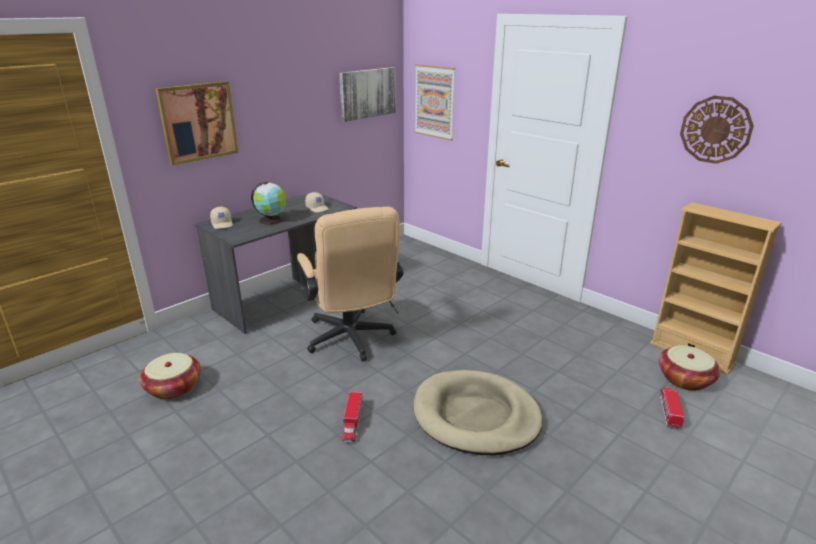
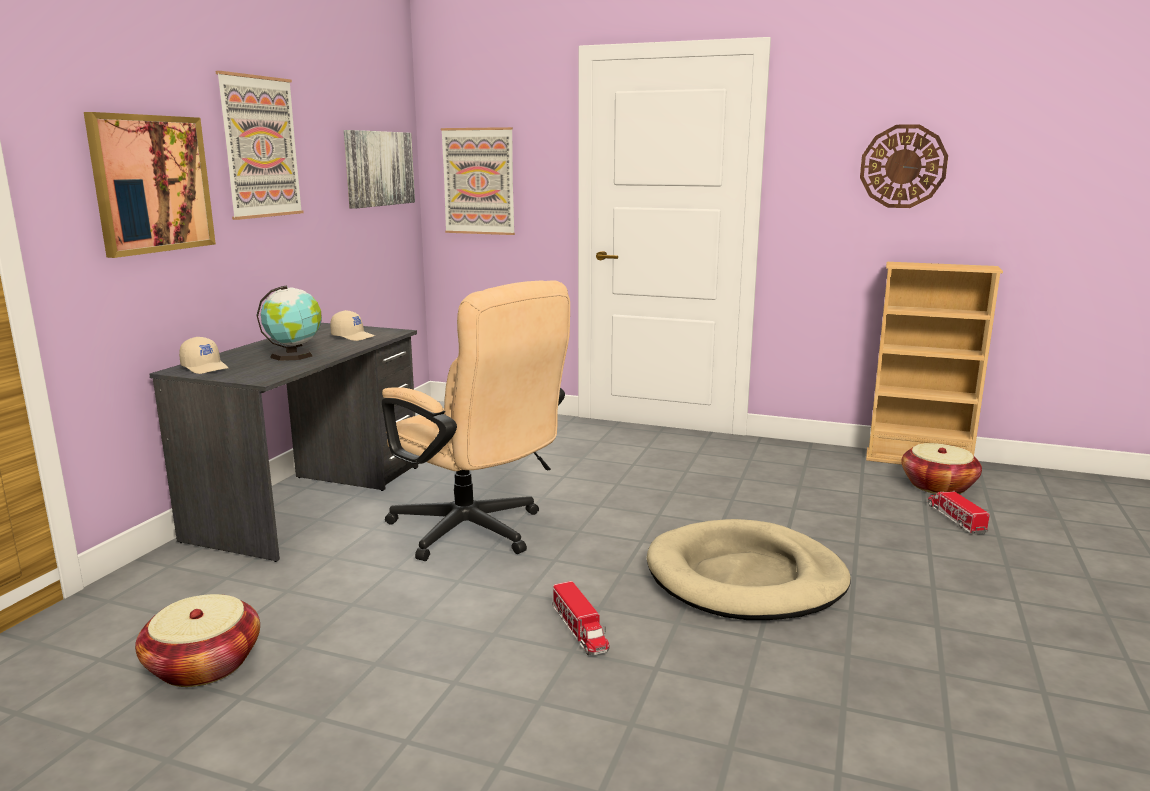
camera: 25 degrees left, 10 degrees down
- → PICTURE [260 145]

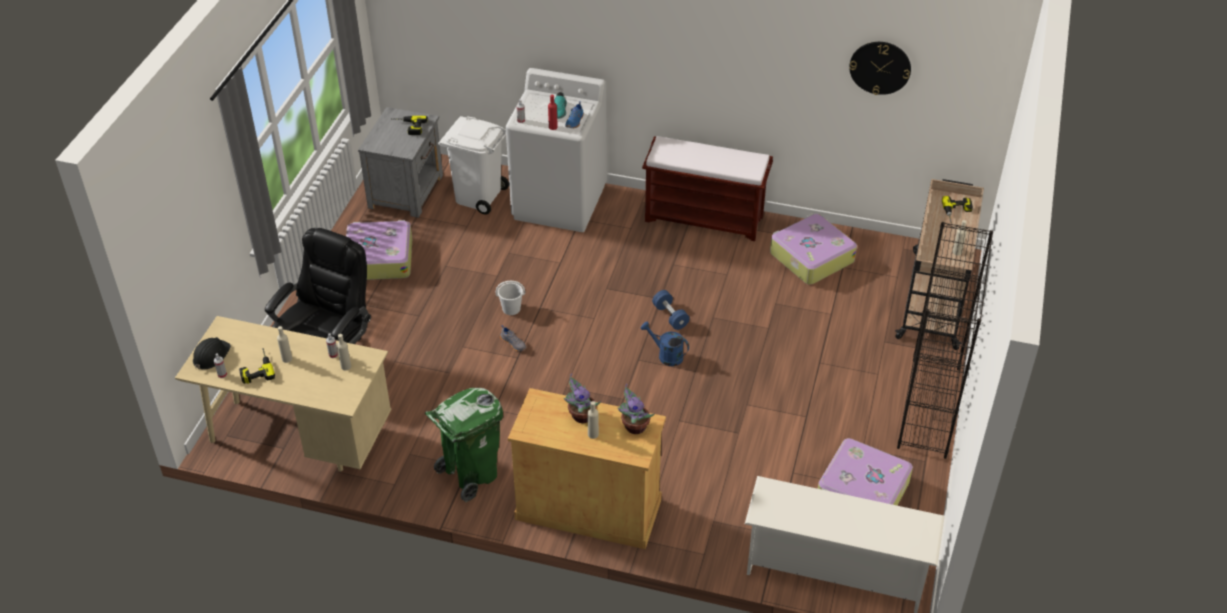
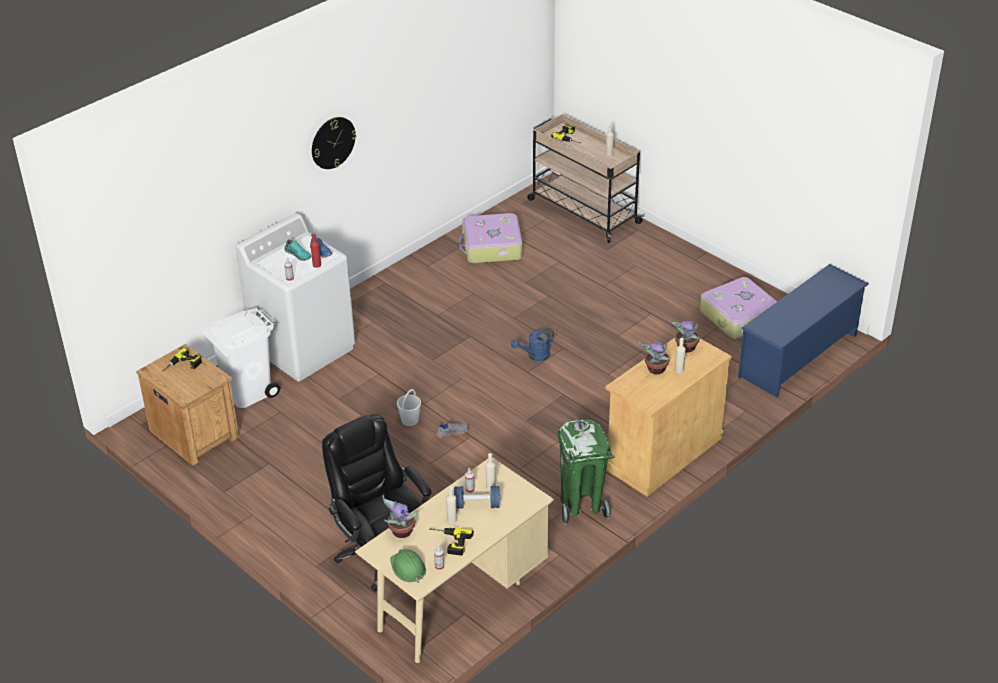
camera: 60 degrees left, 5 degrees down
SUITCASE [379 250] → -
BROWN BENCH [707 188] → -
BLACK BOOKCASE [945 340] → -
- → POTTED PLANT [401 516]
BLUE DUMBBELL [671 310] → BLUE DUMBBELL [477 497], shifted
WALL CLOCK [880 68] → WALL CLOCK [334 143], shifted
BLACK HARD HAT [212 353] → GREEN HARD HAT [408 566]
GREY NIGHTSTAND [400 162] → BROWN NIGHTSTAND [187 405]
WHITE SHOE RACK [845 544] → BLUE SHOE RACK [803 331]

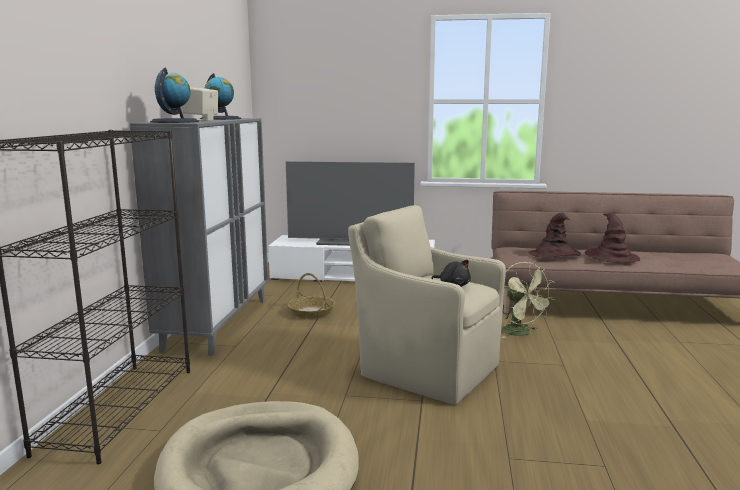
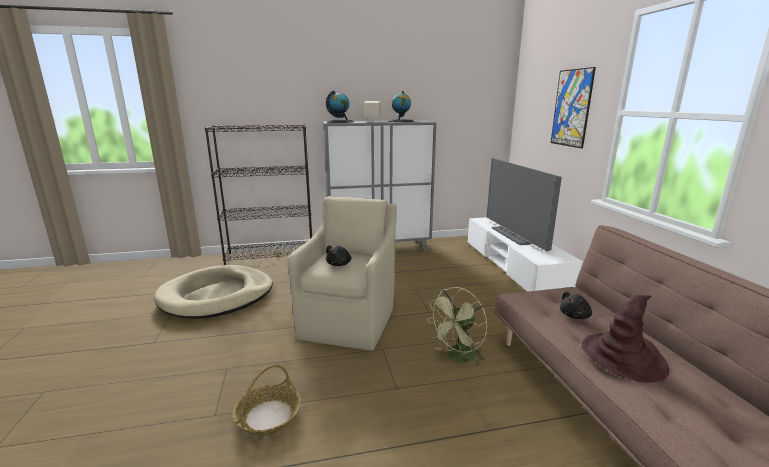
camera: 70 degrees right, 5 degrees up
- → PICTURE [573 107]
BASKET [311 296] → BASKET [267 400], shifted
BROWN HAT [554 235] → BLACK PLUSH TOY [576 305]

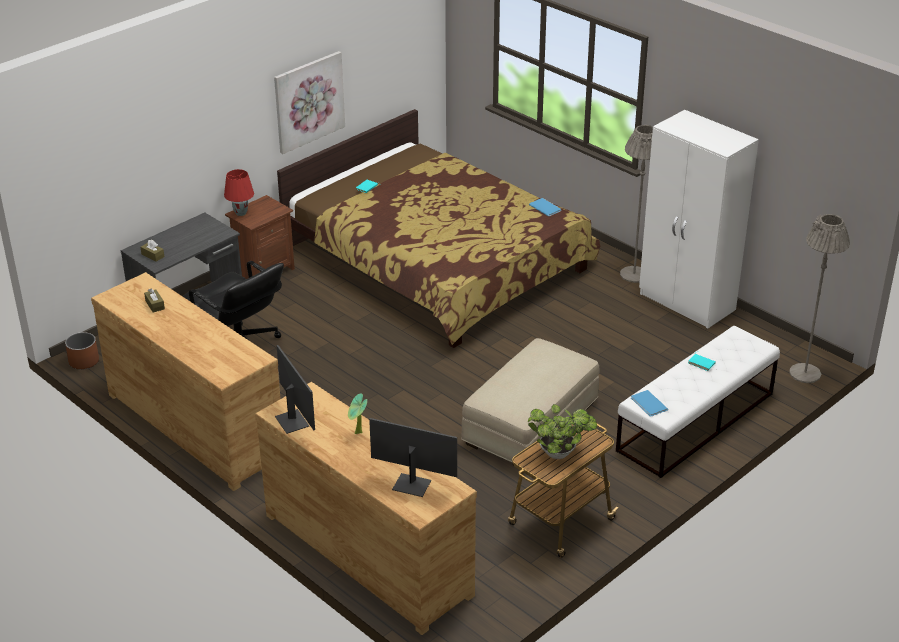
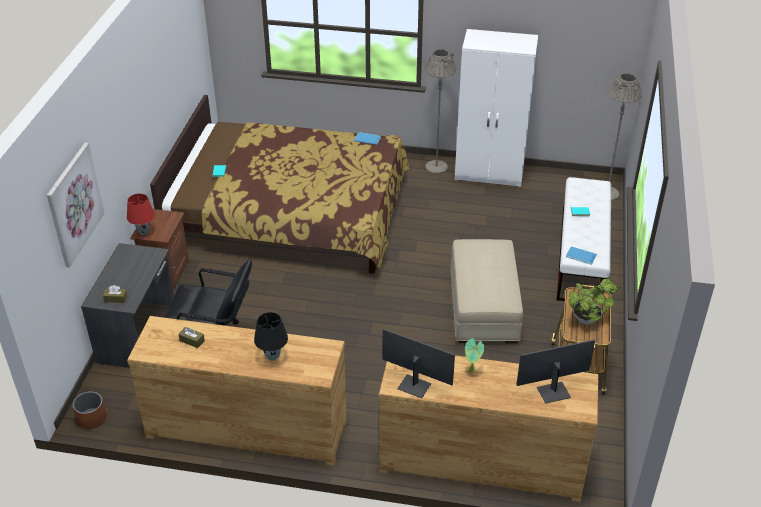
camera: 35 degrees left, 5 degrees up
- → BLACK TABLE LAMP [271 336]
PICTURE [309 102] → PICTURE [75 205], shifted

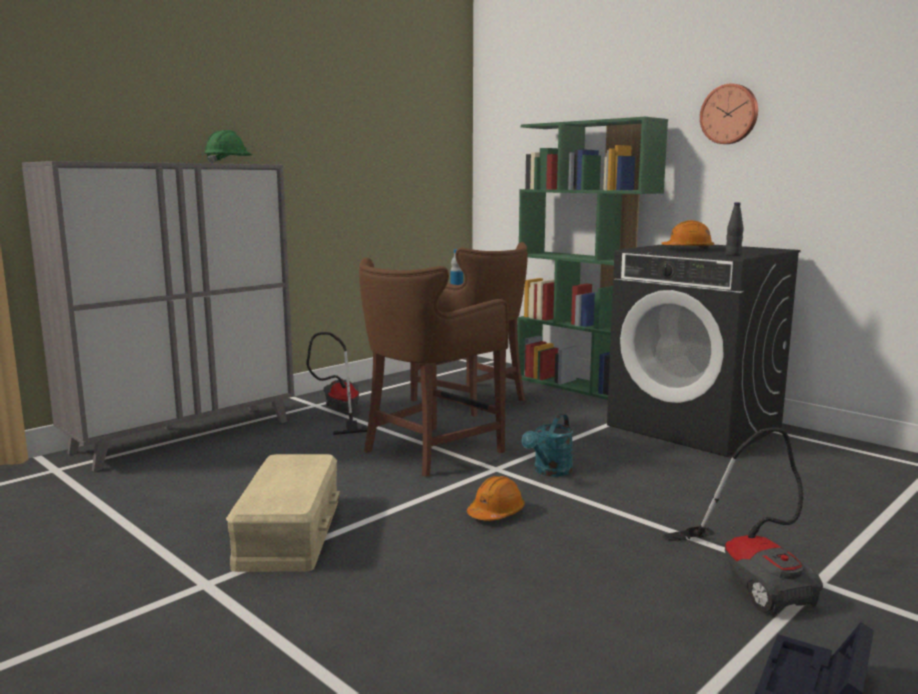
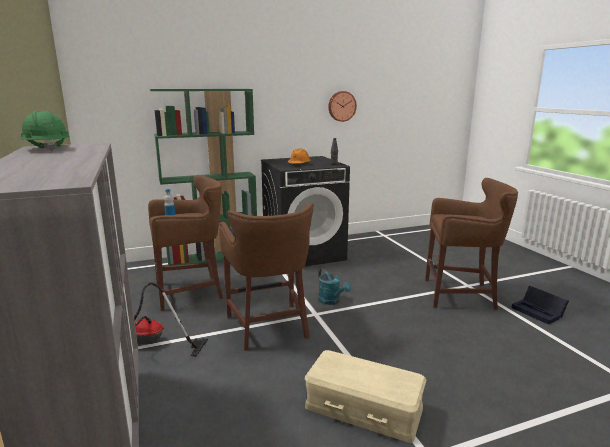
camera: 65 degrees left, 5 degrees up
ORANGE HARD HAT [496 498] → -
WALL CLOCK [729 114] → WALL CLOCK [342 106], shifted
VACUUM CLEANER [742 521] → BROWN STOOL [471 244]

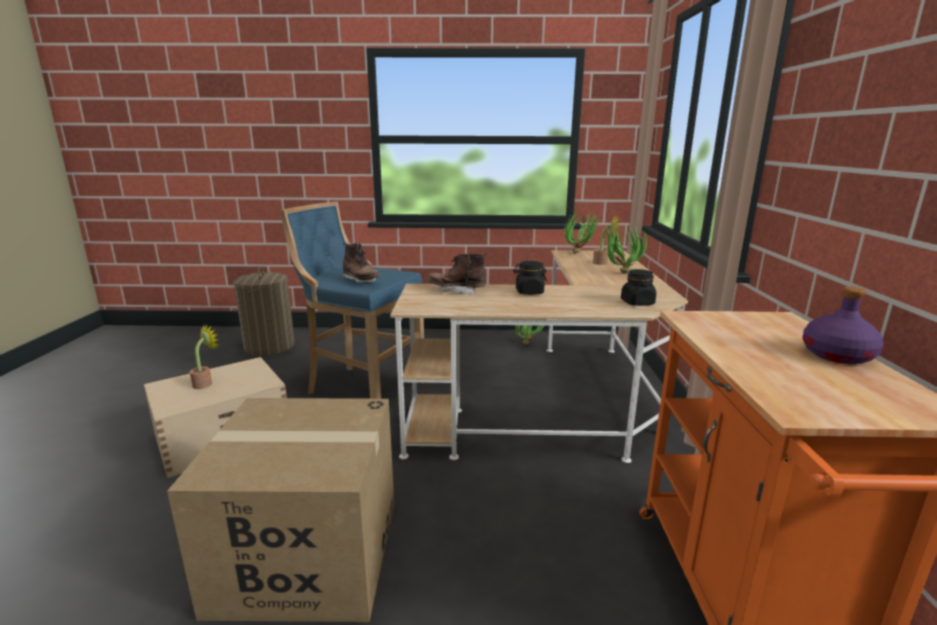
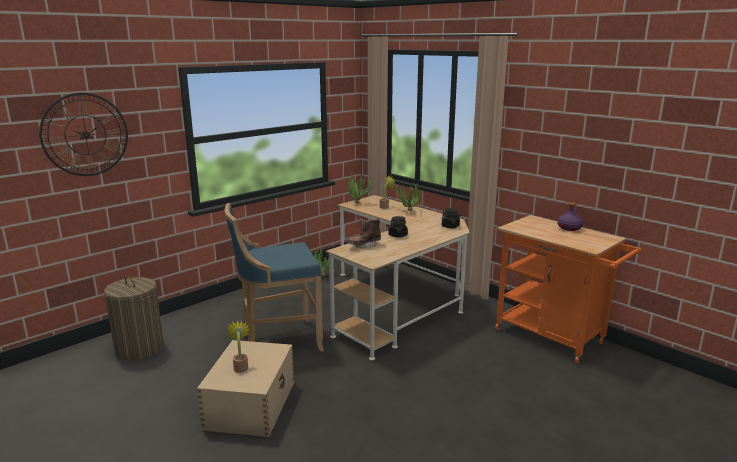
camera: 45 degrees left, 0 degrees up
CARDBOARD BOX [280 510] → -
BROWN BOOT [361 262] → -
- → WALL CLOCK [83 134]

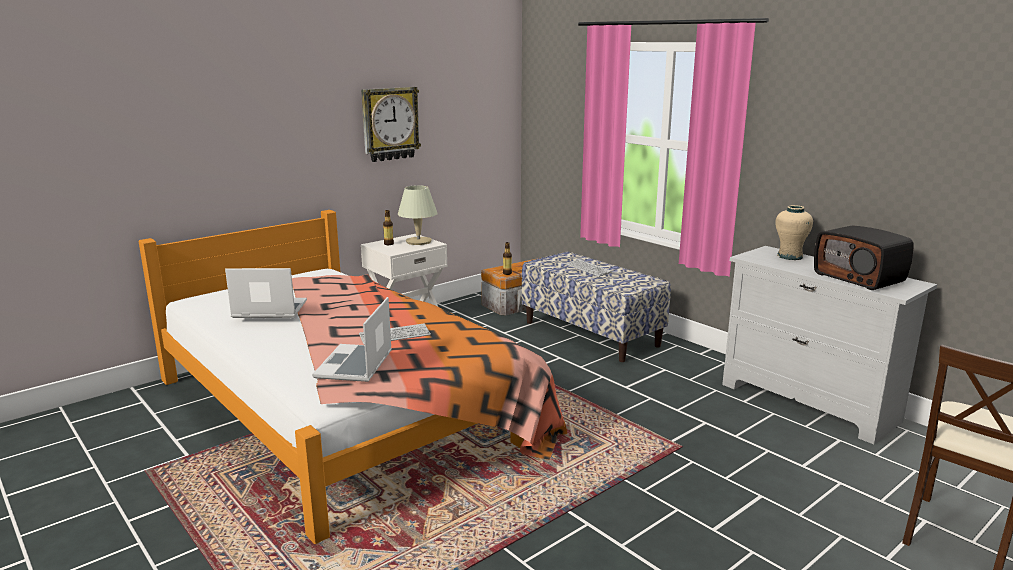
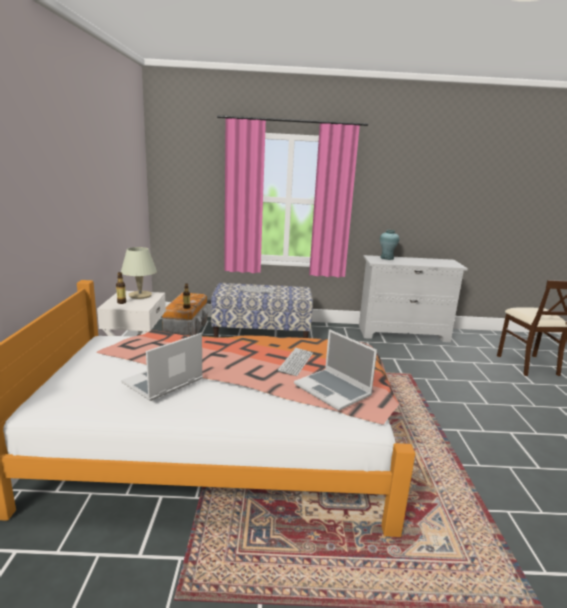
camera: 50 degrees left, 0 degrees up
WALL CLOCK [391 124] → -
RADIO [864 258] → -
BEIGE VASE [794 232] → TURQUOISE VASE [389 245]

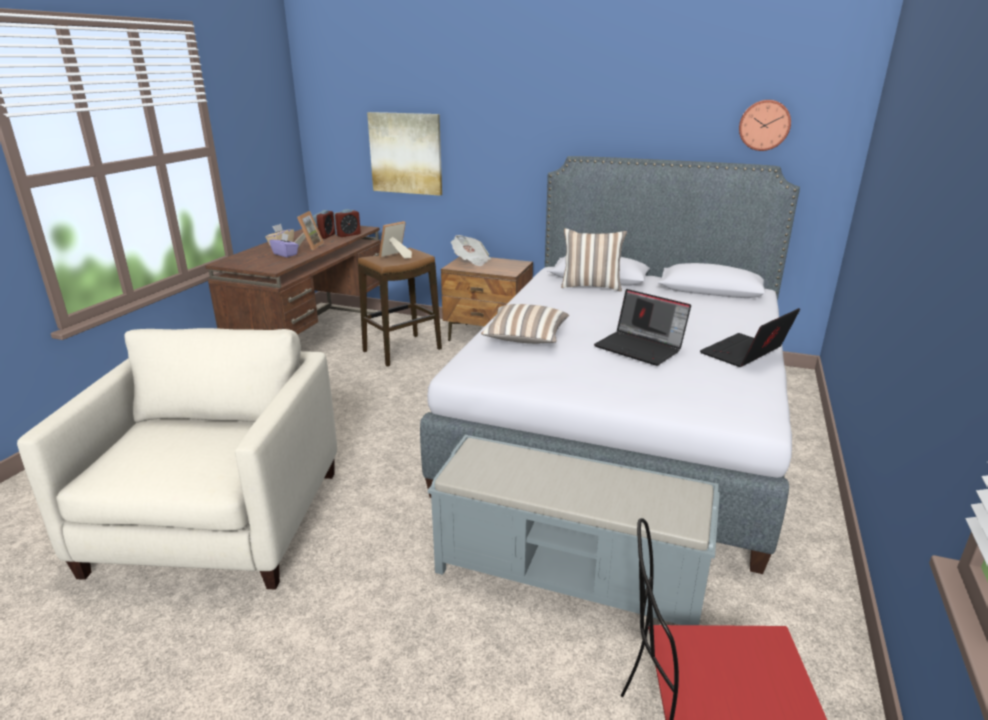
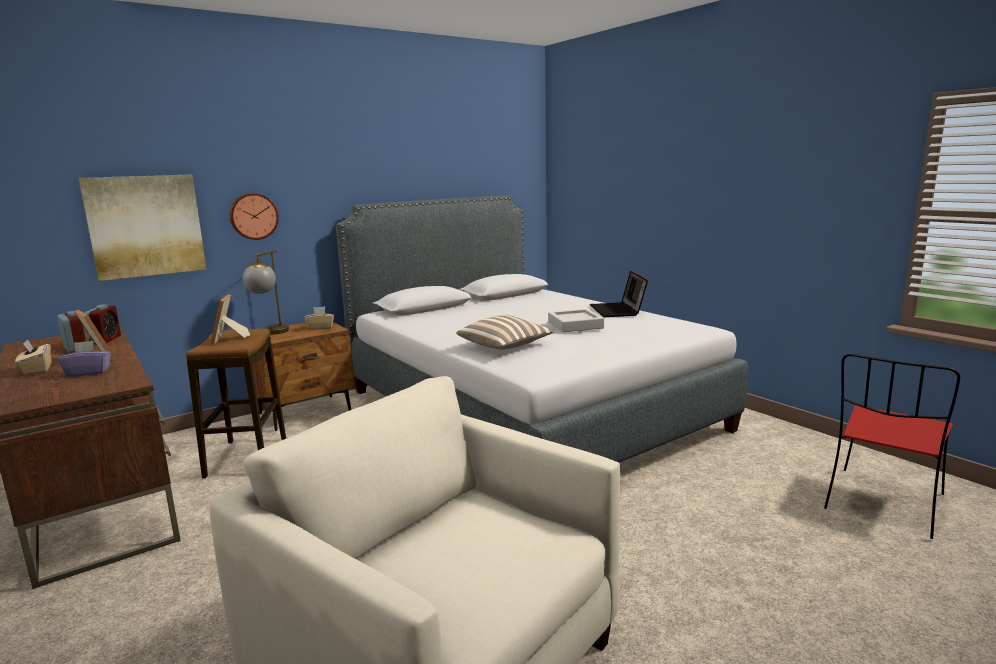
camera: 55 degrees left, 10 degrees down
GREY BENCH [574 530] → -
PILLOW [594 260] → -
- → BEIGE TISSUE BOX [319 318]
WALL CLOCK [765 125] → WALL CLOCK [254 216], shifted
NEWSPAPER [471 250] → TABLE LAMP [266 292]
LAPTOP [642 327] → GREY TRAY [576 320]

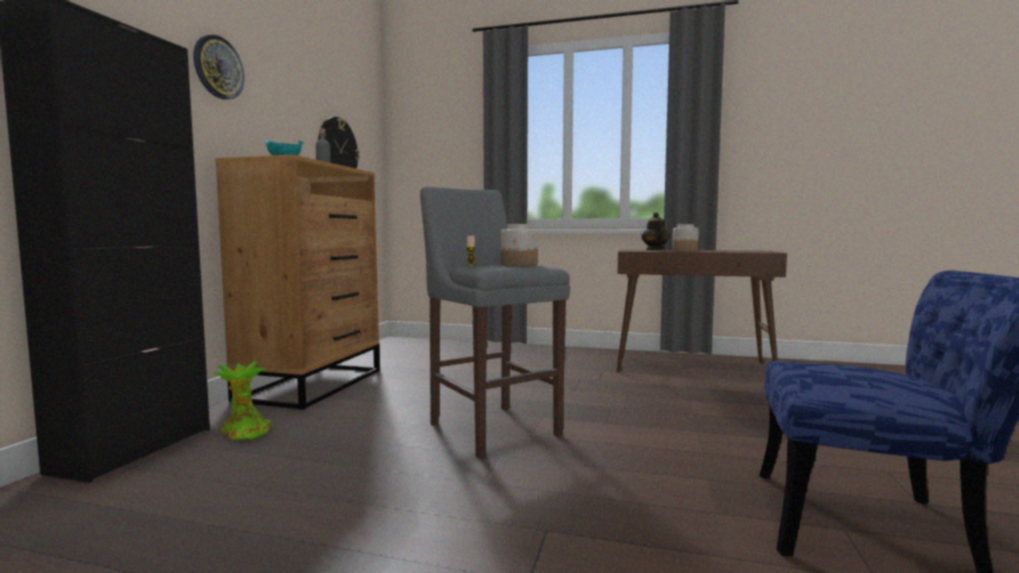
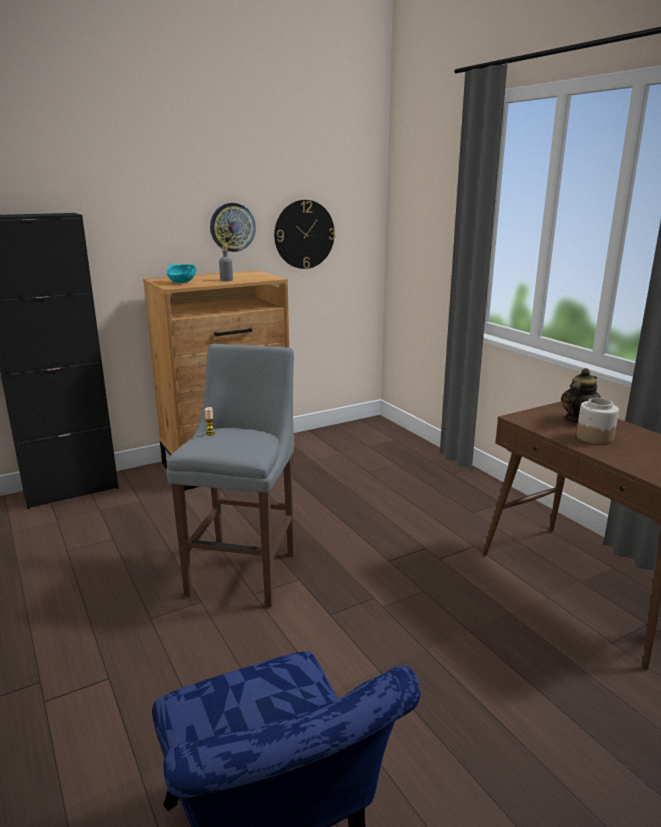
camera: 45 degrees right, 15 degrees up
POTTED PLANT [241 400] → -
JAR [519 245] → -
WALL CLOCK [219 67] → WALL CLOCK [233 227], shifted

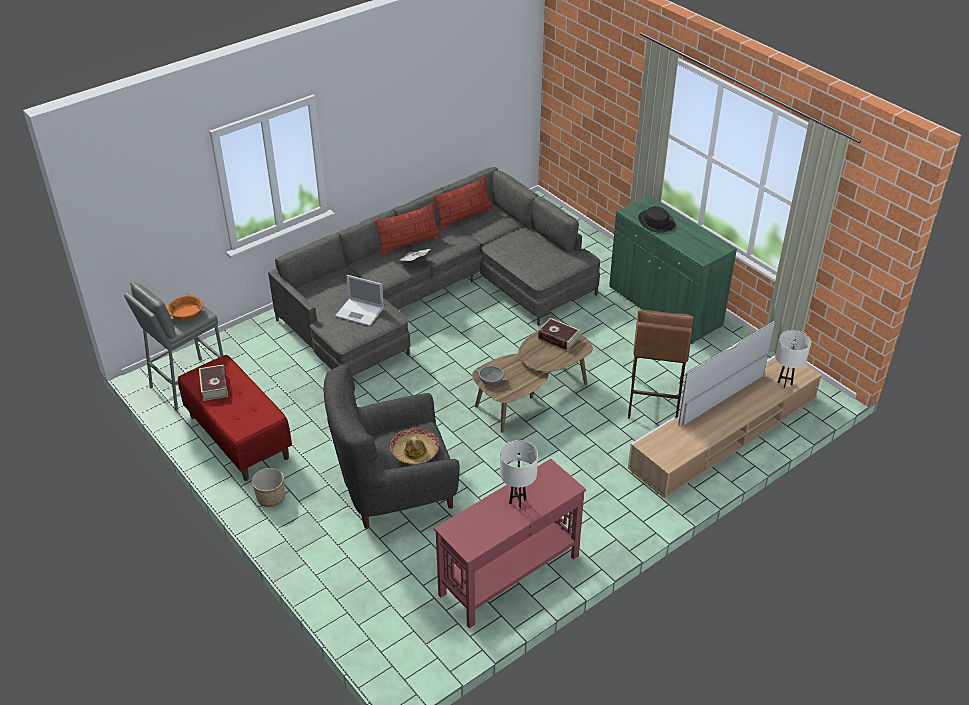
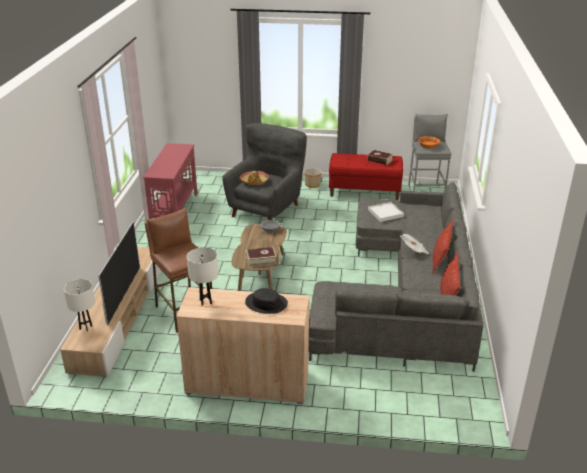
camera: 135 degrees right, 10 degrees down
WHITE TABLE LAMP [519 474] → WHITE TABLE LAMP [203 276], shifted
LAPTOP [359 300] → WHITE TRAY [386 212]
GREEN CABINET [673 269] → BEIGE CABINET [242 346]

